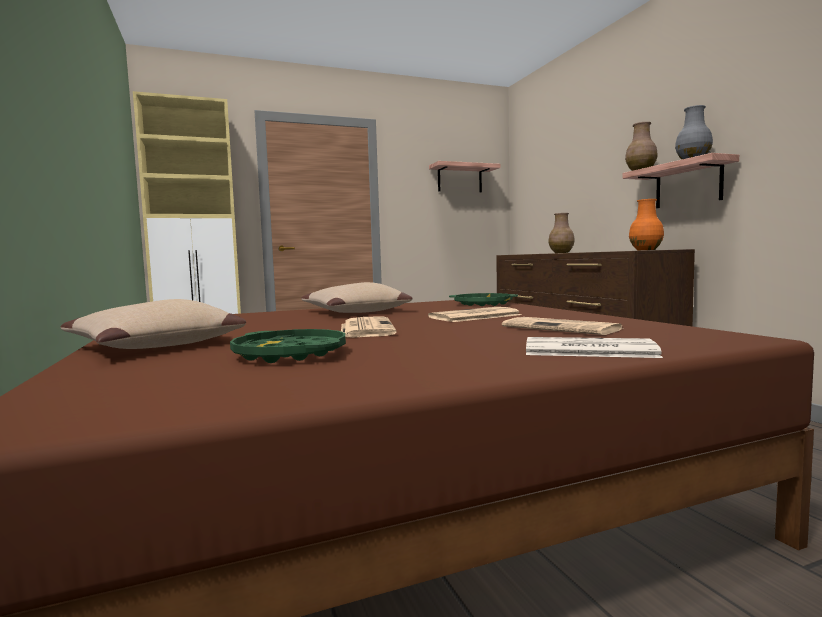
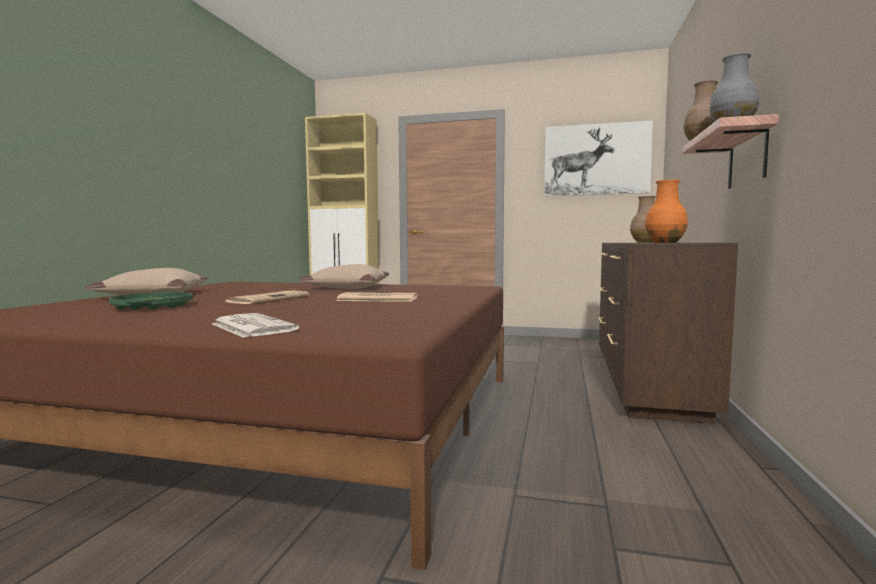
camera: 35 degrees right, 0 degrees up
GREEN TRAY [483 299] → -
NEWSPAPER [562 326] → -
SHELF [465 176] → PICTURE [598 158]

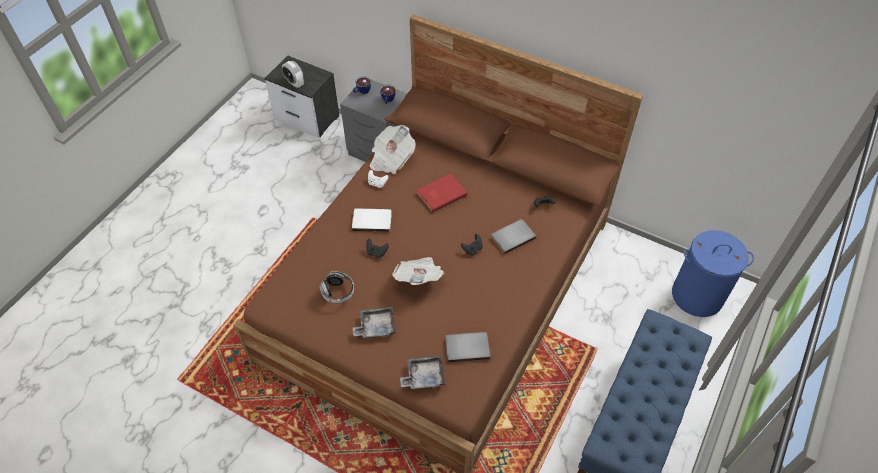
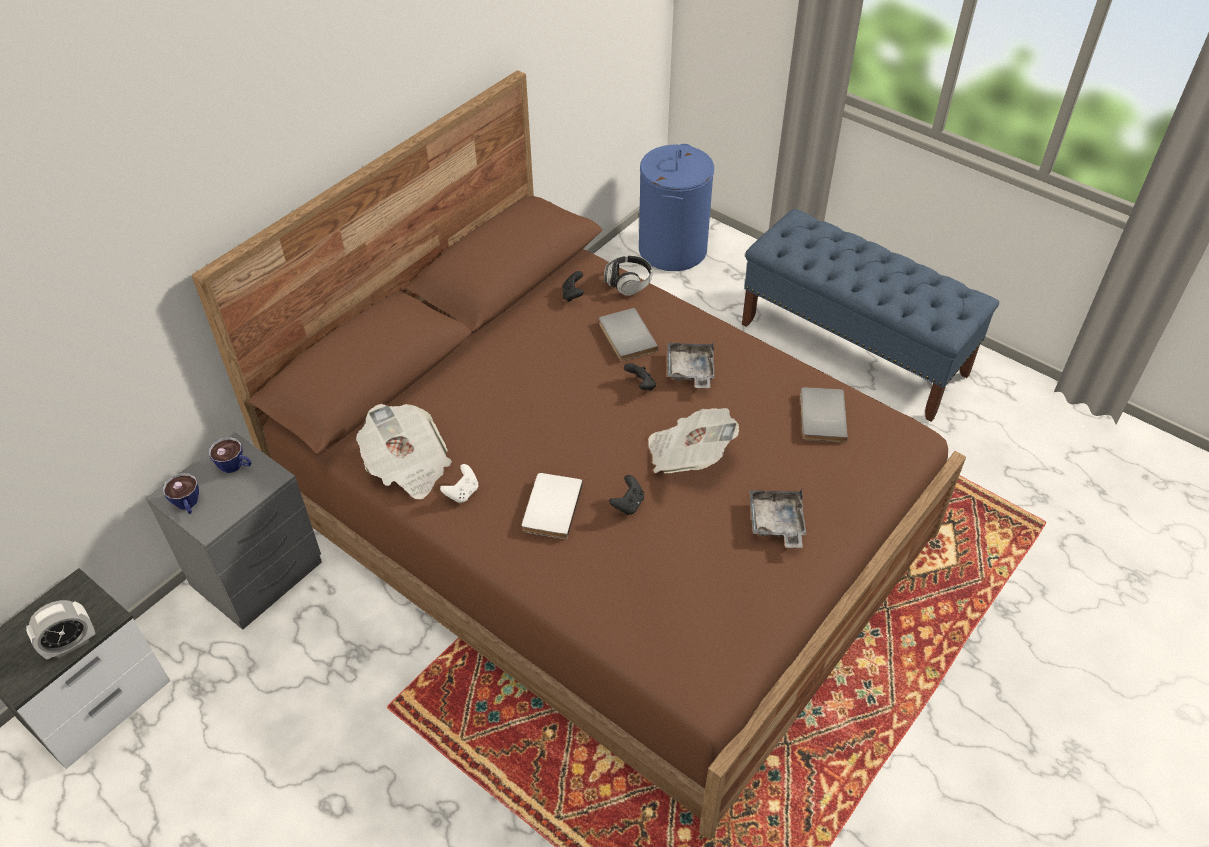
camera: 80 degrees left, 5 degrees down
RED BOOK [442 193] → -
HEADPHONES [336 287] → HEADPHONES [628 275], shifted
GREY TRAY [422 372] → GREY TRAY [691 365], shifted

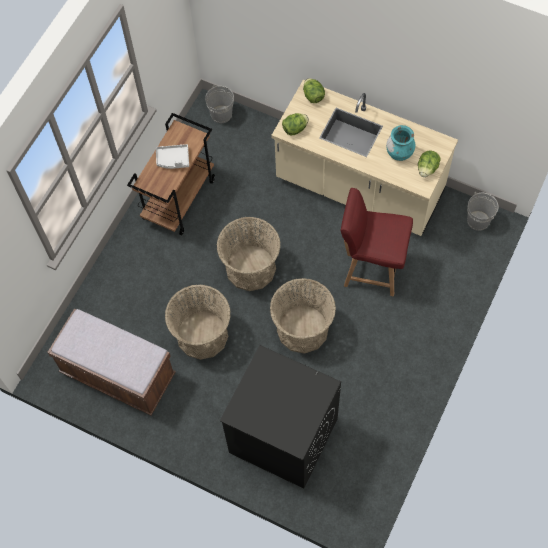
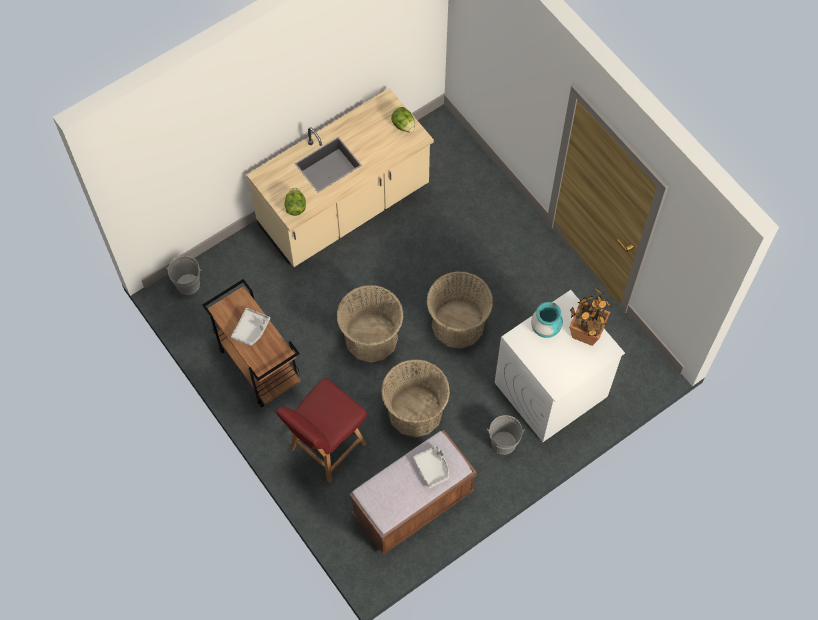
camera: 65 degrees left, 0 degrees up
LETTUCE [314 90] → -
- → GREY TRAY [431 467]
- → POTTED PLANT [590 317]
RED CHAIR [377 242] → RED CHAIR [321 430], shifted
TURQUOISE VASE [401 143] → TURQUOISE VASE [547 320], shifted
GREY BUCKET [483 212] → GREY BUCKET [506 435], shifted
BLACK WASHING MACHINE [280 416] → WHITE WASHING MACHINE [560 366]

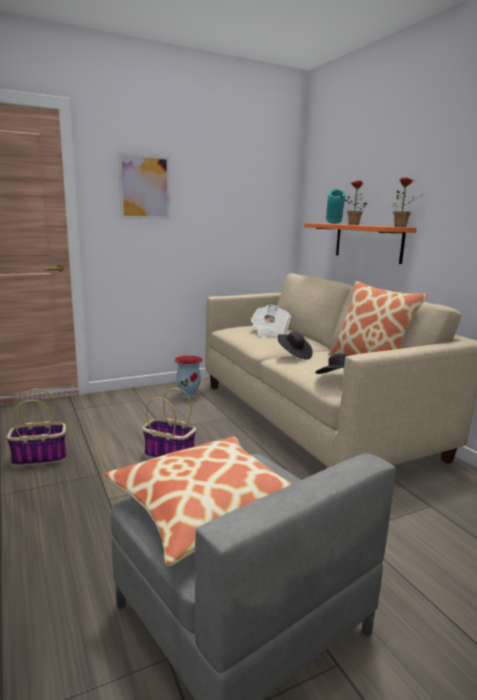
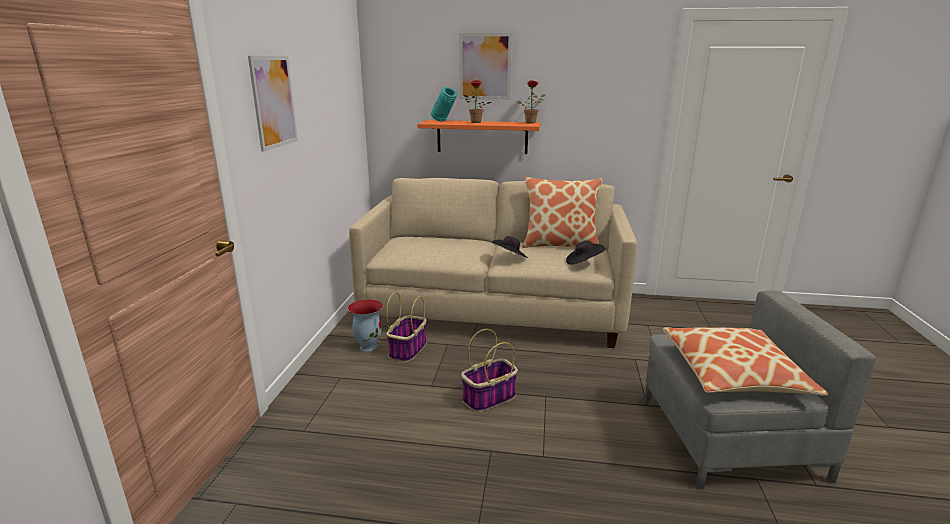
camera: 55 degrees left, 5 degrees up
NEWSPAPER [270 321] → -
- → PICTURE [485 66]
BASKET [37 427] → BASKET [406 327], shifted

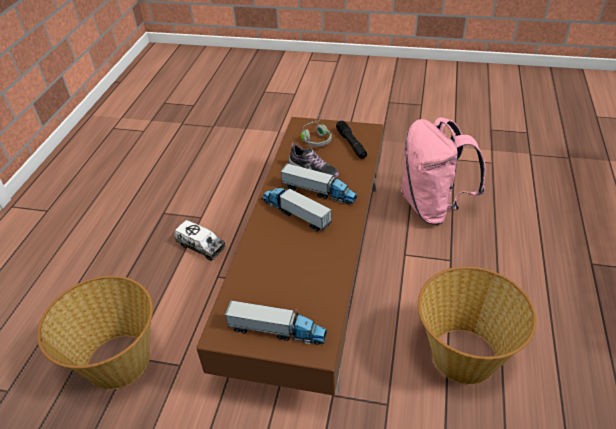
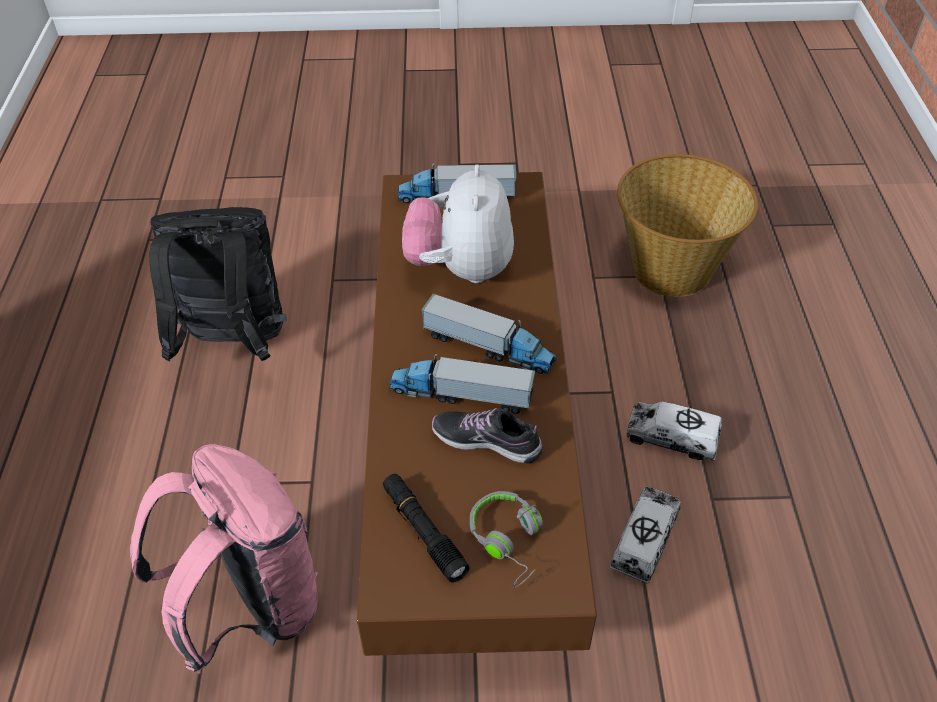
camera: 165 degrees right, 5 degrees up
- → PLUSH TOY [458 223]
- → TOY TRUCK [645 534]
BASKET [477 325] → BLACK BACKPACK [218 284]

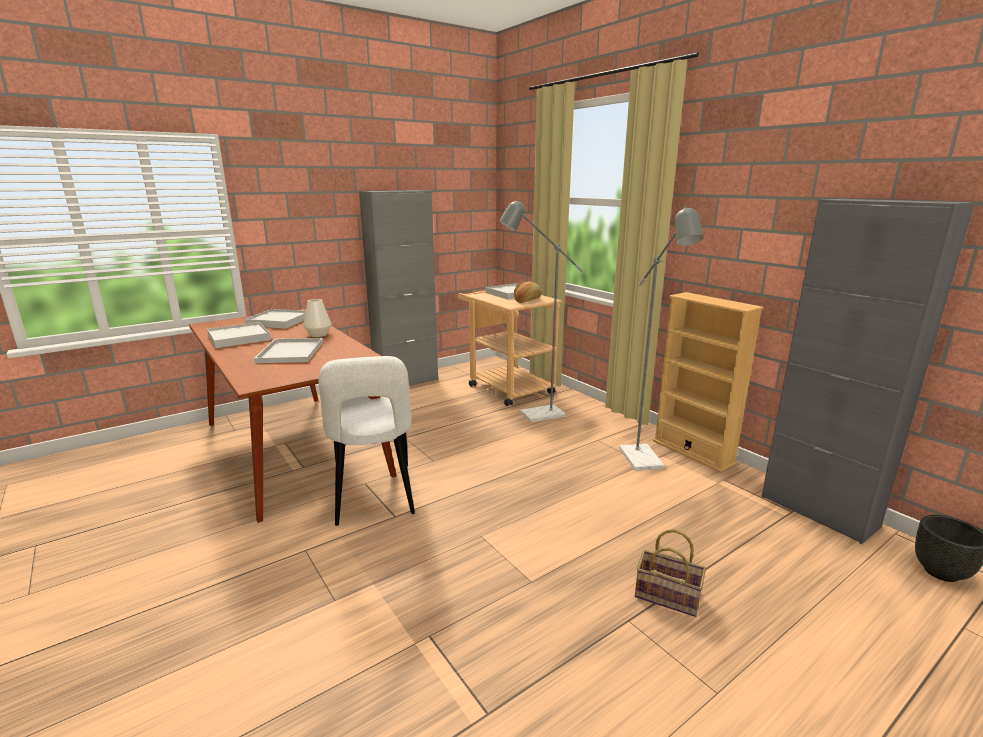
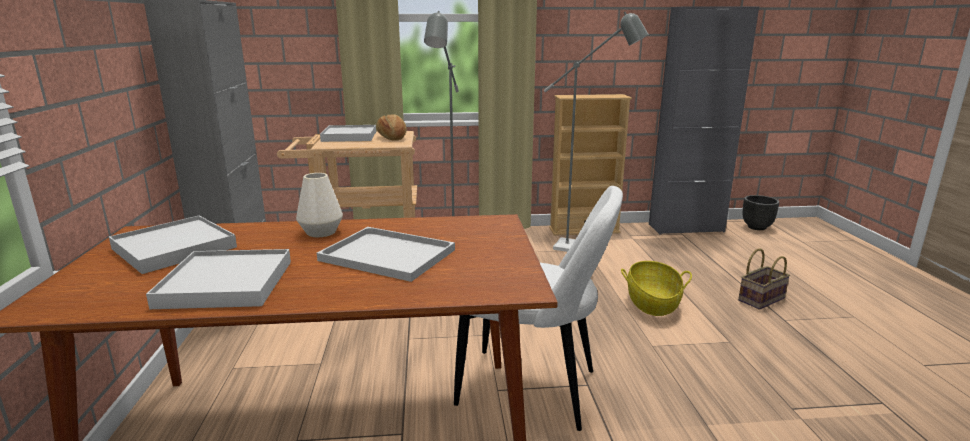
camera: 60 degrees left, 0 degrees up
- → BASKET [656 288]

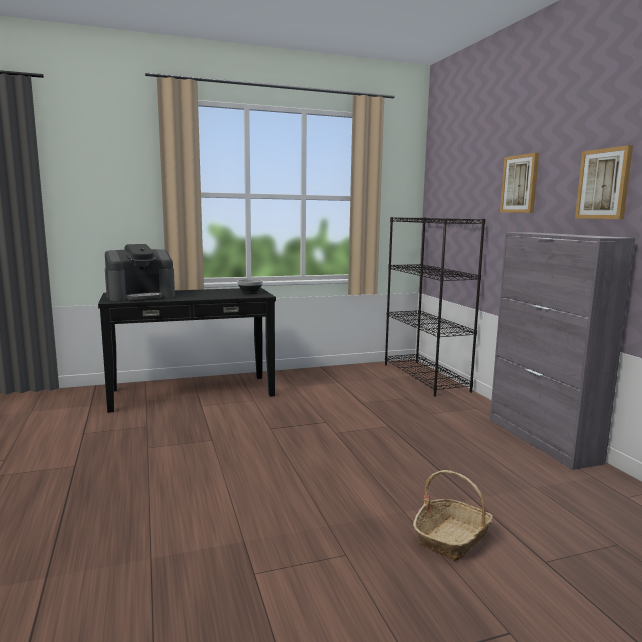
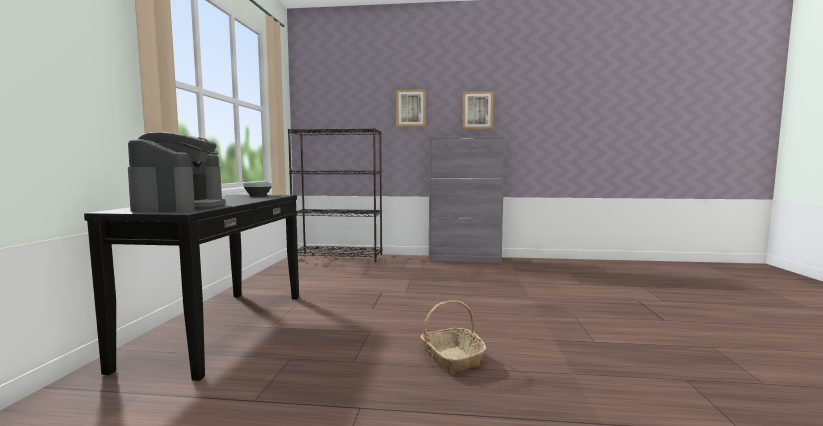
camera: 65 degrees left, 5 degrees down
BASKET [453 515] → BASKET [453 336], shifted

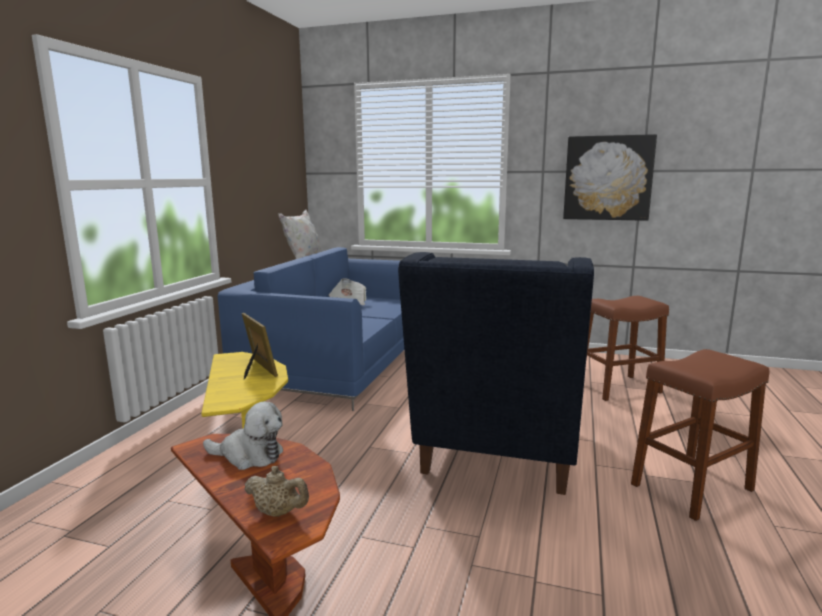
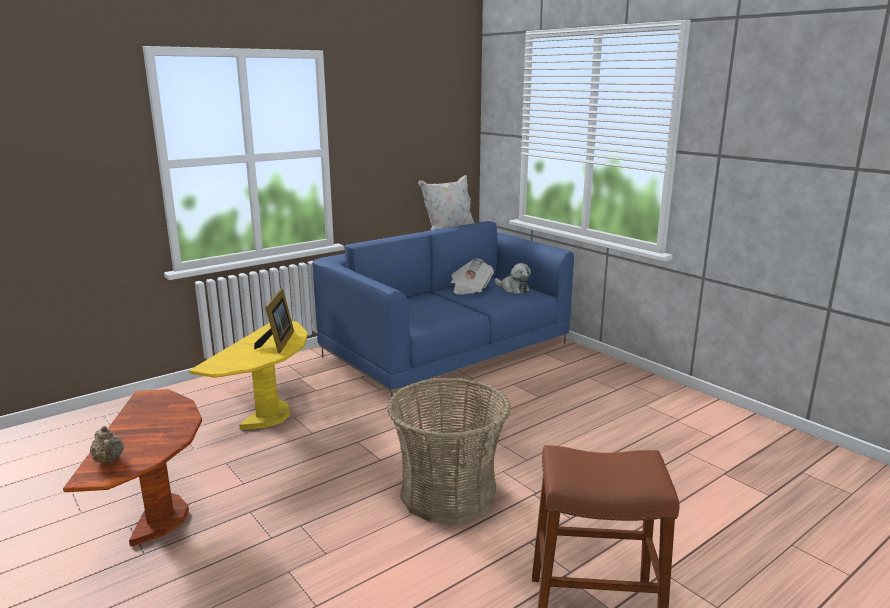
camera: 35 degrees right, 5 degrees up
PICTURE [610 177] → -
BROWN STOOL [627 348] → -
PLUSH TOY [243 436] → PLUSH TOY [513 278], shifted
BLUE ARMCHAIR [496 373] → BASKET [449 451]

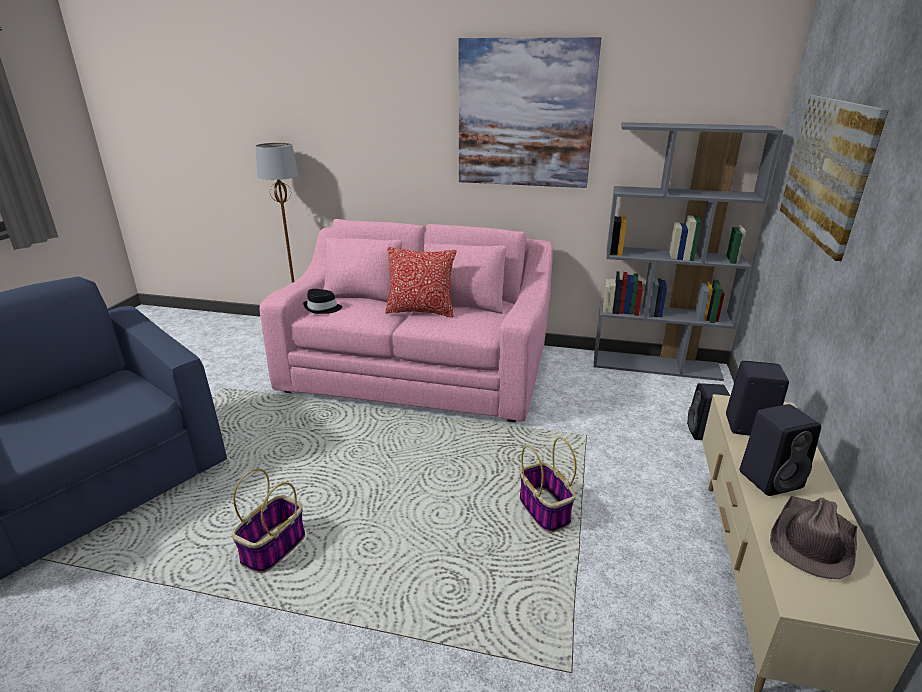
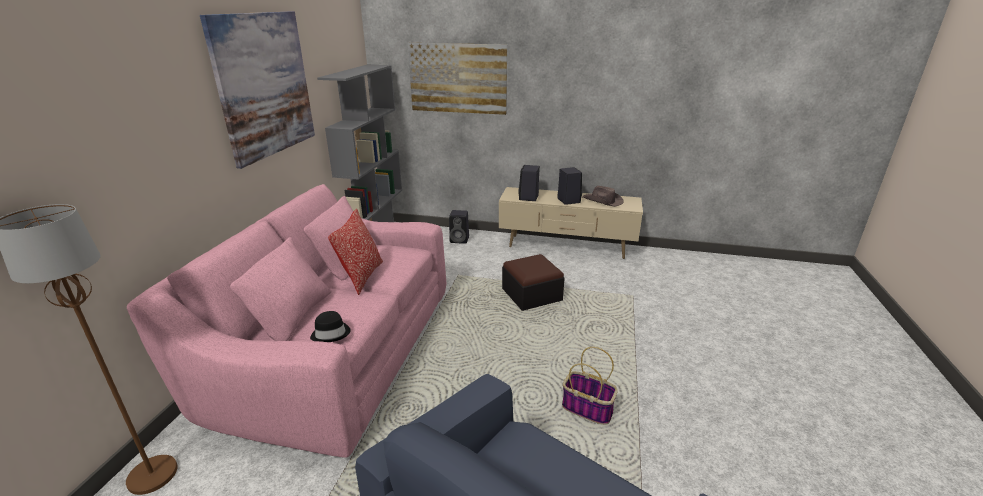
camera: 90 degrees left, 0 degrees up
BASKET [548 485] → OTTOMAN [533 282]

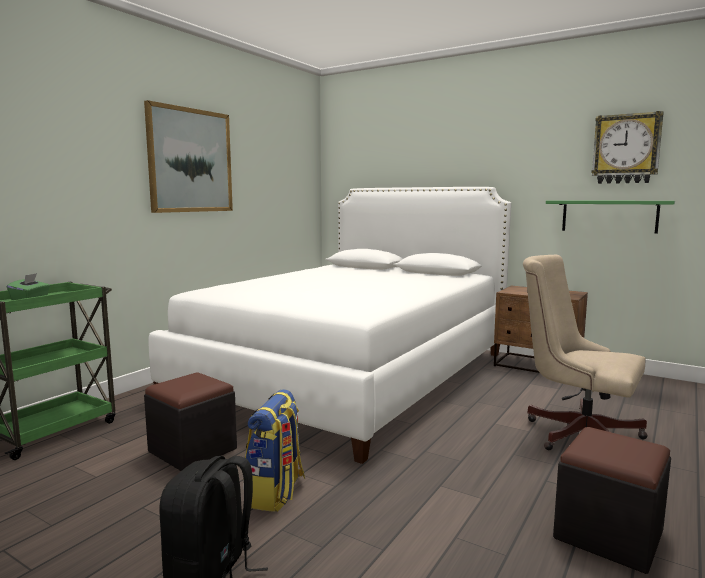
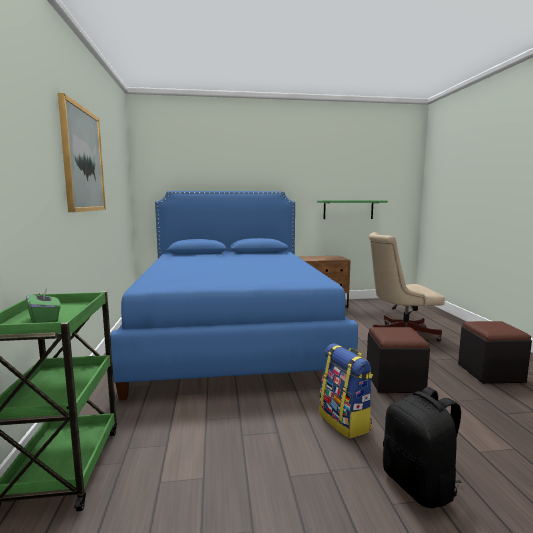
camera: 40 degrees left, 0 degrees up
WALL CLOCK [627 147] → -
BLACK OTTOMAN [190 421] → BLACK OTTOMAN [398 360], shifted
WHITE BED [330 325] → BLUE BED [234 295]

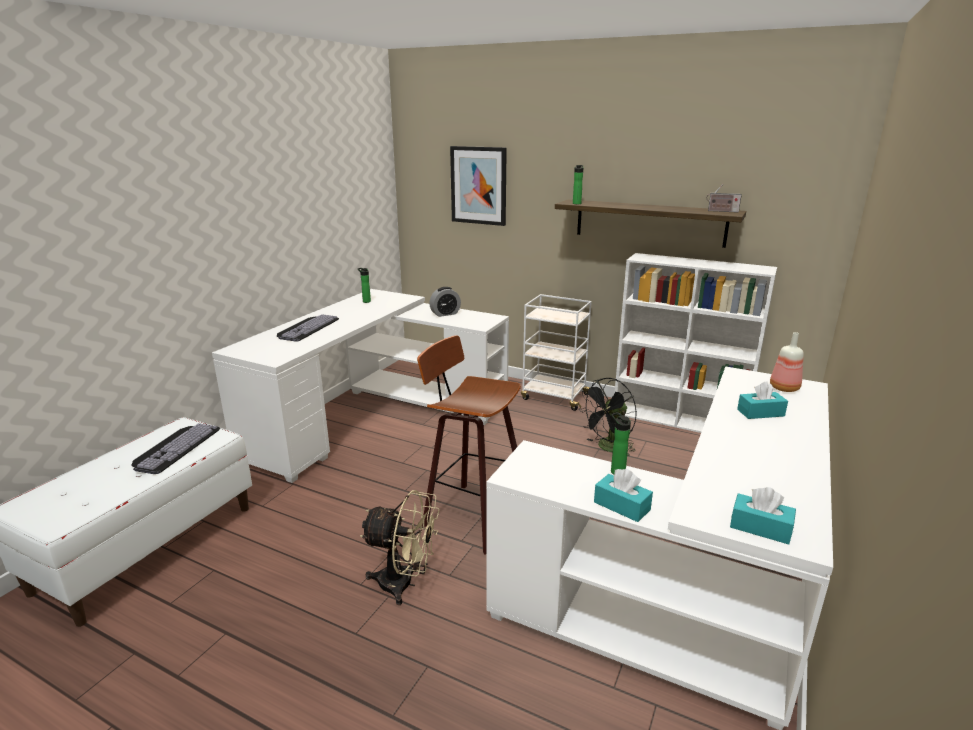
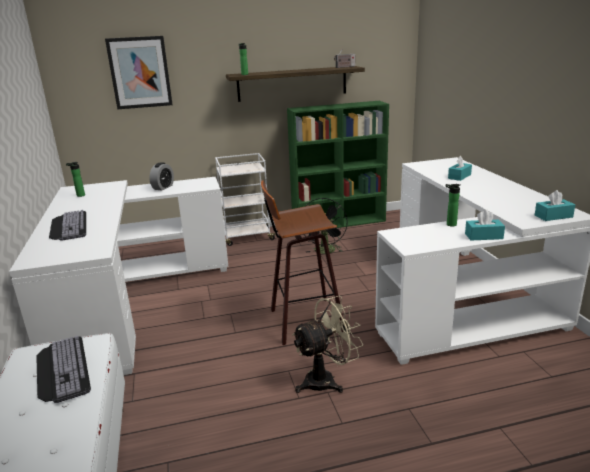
camera: 40 degrees left, 0 degrees up
BOTTLE [787 362] → -
WHITE BOOKCASE [696 343] → GREEN BOOKCASE [338 164]

